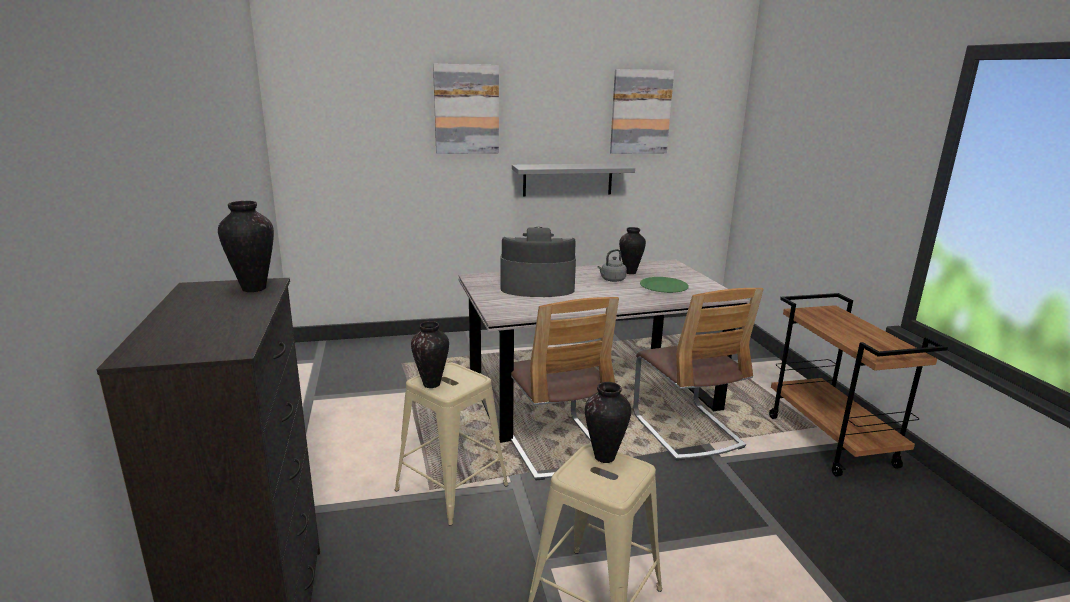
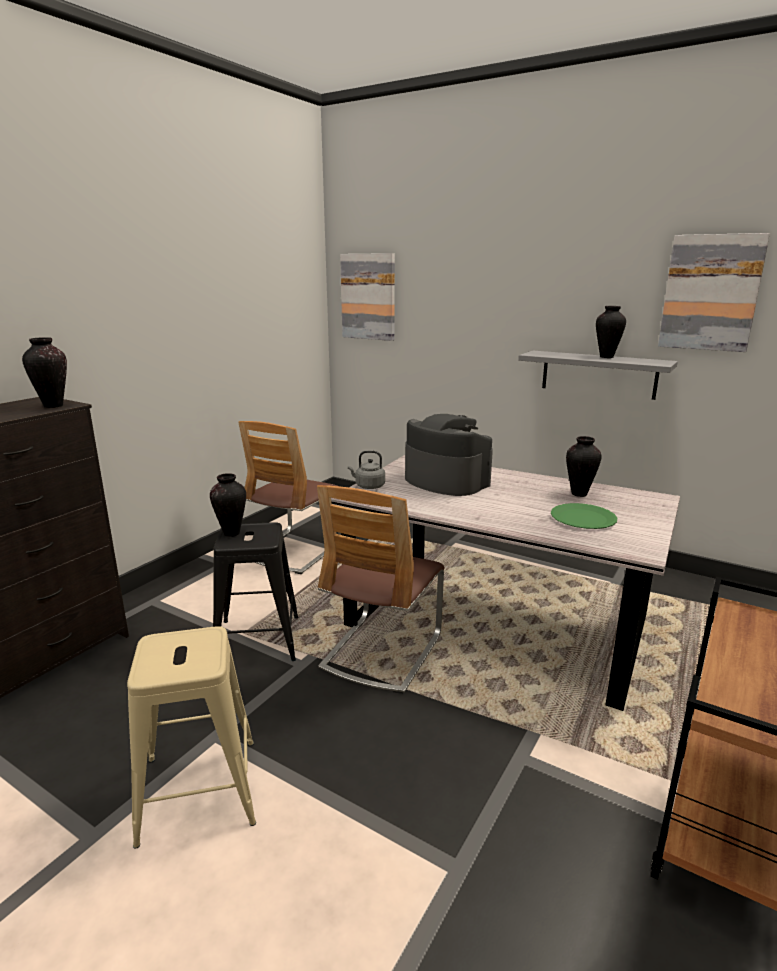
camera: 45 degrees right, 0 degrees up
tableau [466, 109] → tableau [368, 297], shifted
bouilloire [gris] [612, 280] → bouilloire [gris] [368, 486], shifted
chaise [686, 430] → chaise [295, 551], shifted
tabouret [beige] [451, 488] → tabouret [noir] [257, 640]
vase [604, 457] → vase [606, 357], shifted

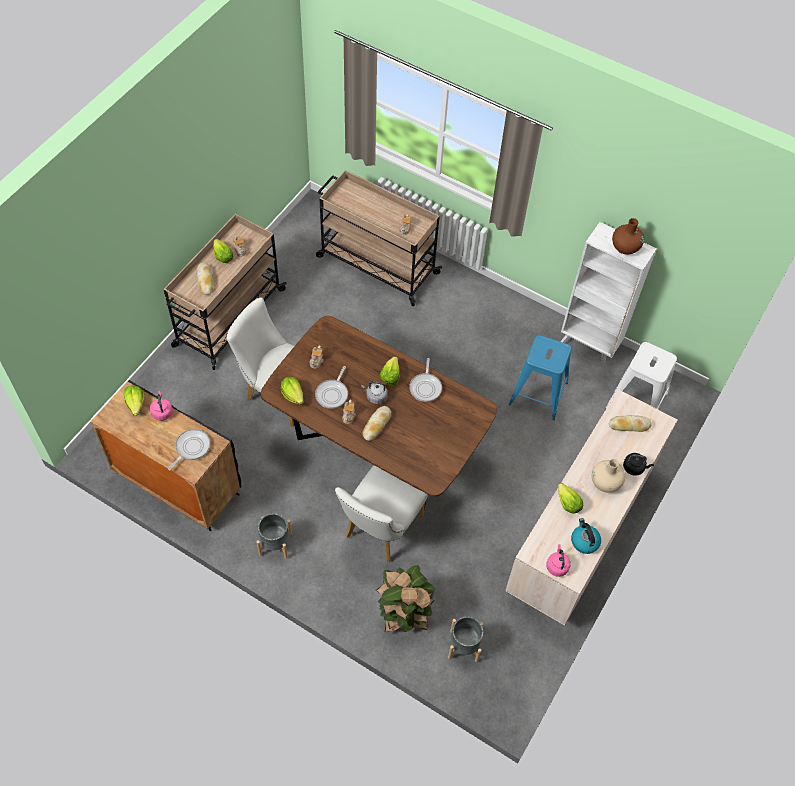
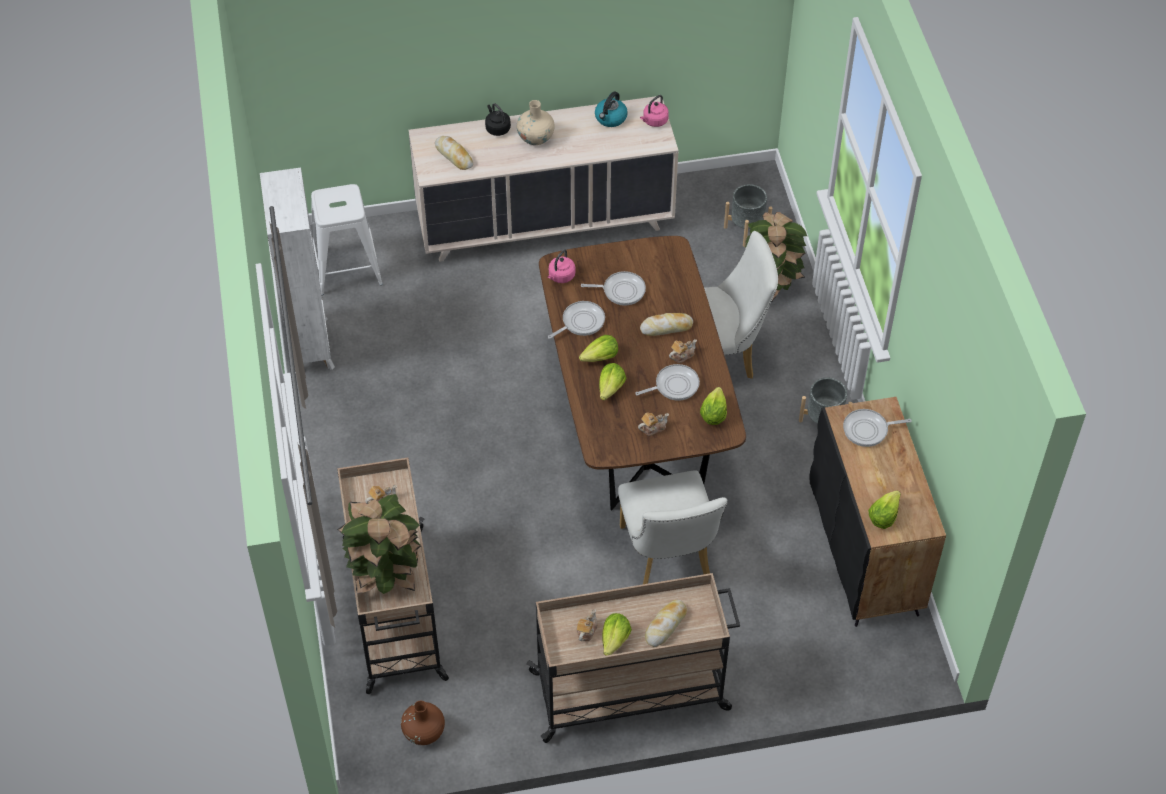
camera: 130 degrees left, 5 degrees down
vase [marron] [625, 247] → vase [marron] [424, 732], shifted
tabouret [bleu] [538, 393] → -
bouilloire [gris] [375, 396] → -
bouilloire [rose] [162, 412] → bouilloire [rose] [561, 277], shifted
laitue [567, 503] → laitue [611, 388], shifted
- → poêle [621, 290]
- → plante en pot [385, 574]

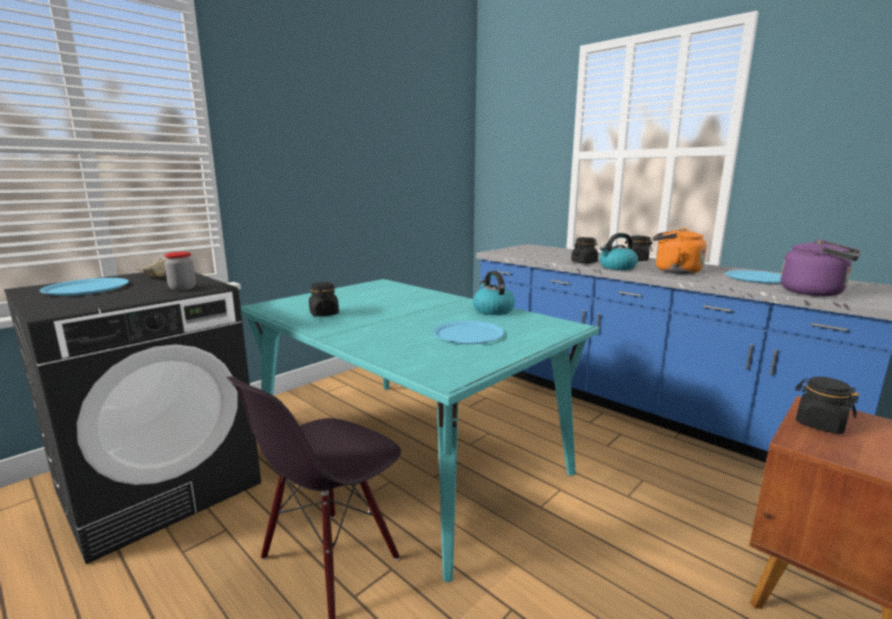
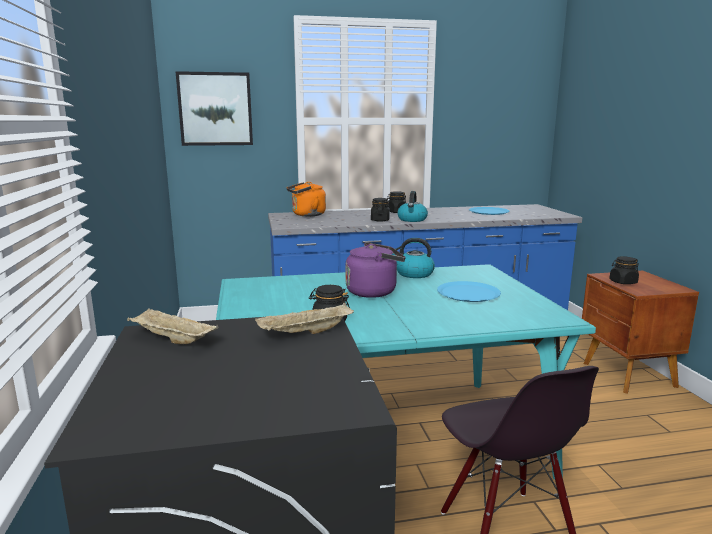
camera: 55 degrees left, 0 degrees up
bouilloire [orange] [674, 271] → bouilloire [orange] [306, 215], shifted
bouilloire [violet] [815, 292] → bouilloire [violet] [374, 292], shifted
bocal [182, 288] → plateau [beige] [305, 333]
assiette [bleu] [86, 288] → -
- → tableau [215, 109]

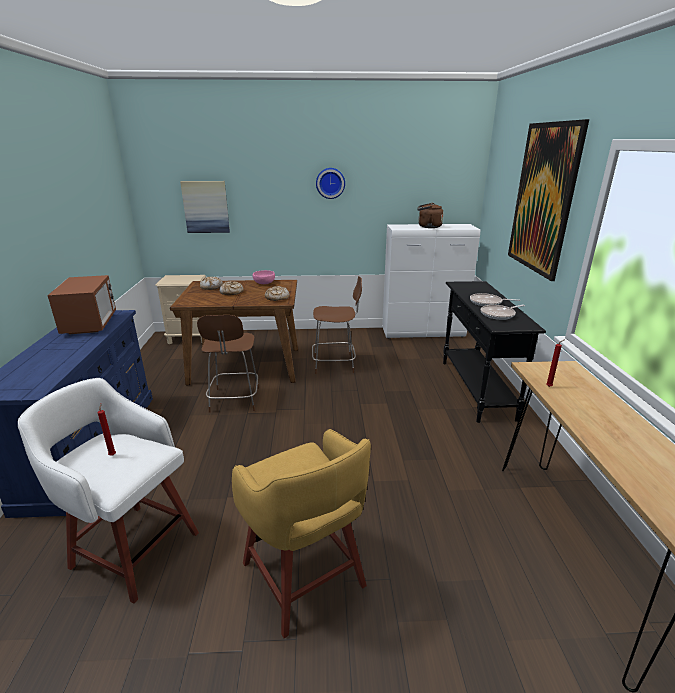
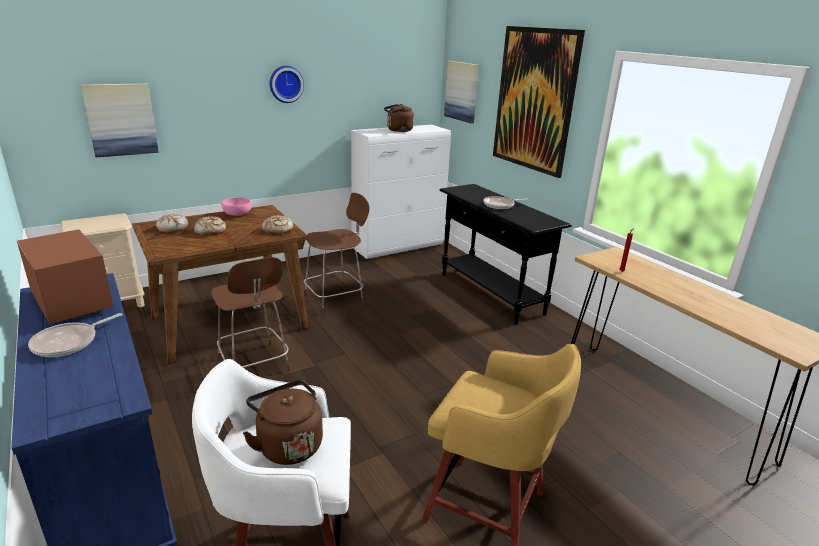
camera: 30 degrees left, 0 degrees up
poêle [499, 314] → poêle [69, 342], shifted
bougie [rouge] [113, 454] → bouilloire [marron] [287, 444]
- → tableau [462, 91]

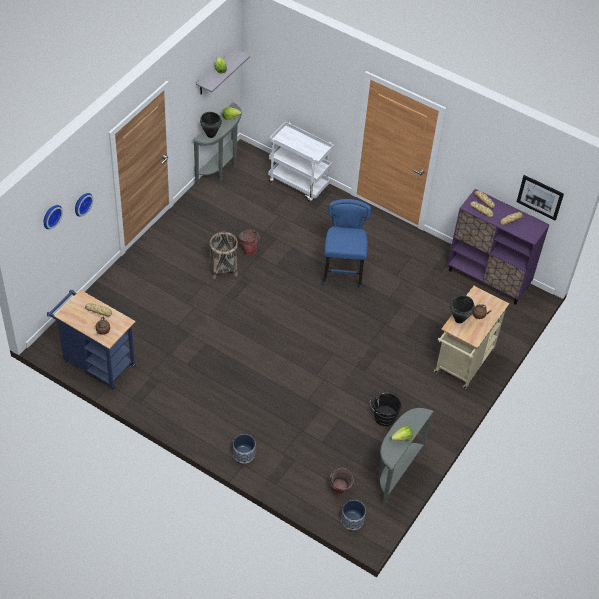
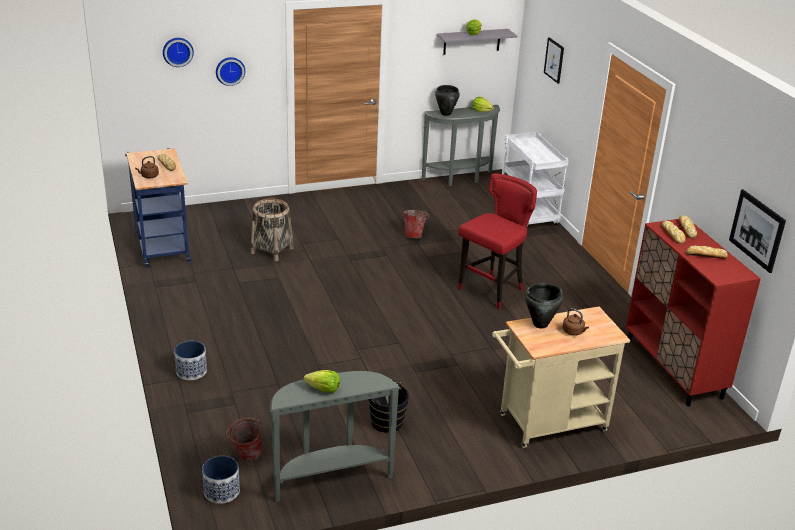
camera: 40 degrees right, 20 degrees down
meuble de rangement [violet] [488, 279] → meuble de rangement [rouge] [674, 368]
tabouret [bleu] [342, 274] → tabouret [rouge] [491, 291]
panier [223, 267] → panier [272, 250], shifted
- → tableau [554, 60]

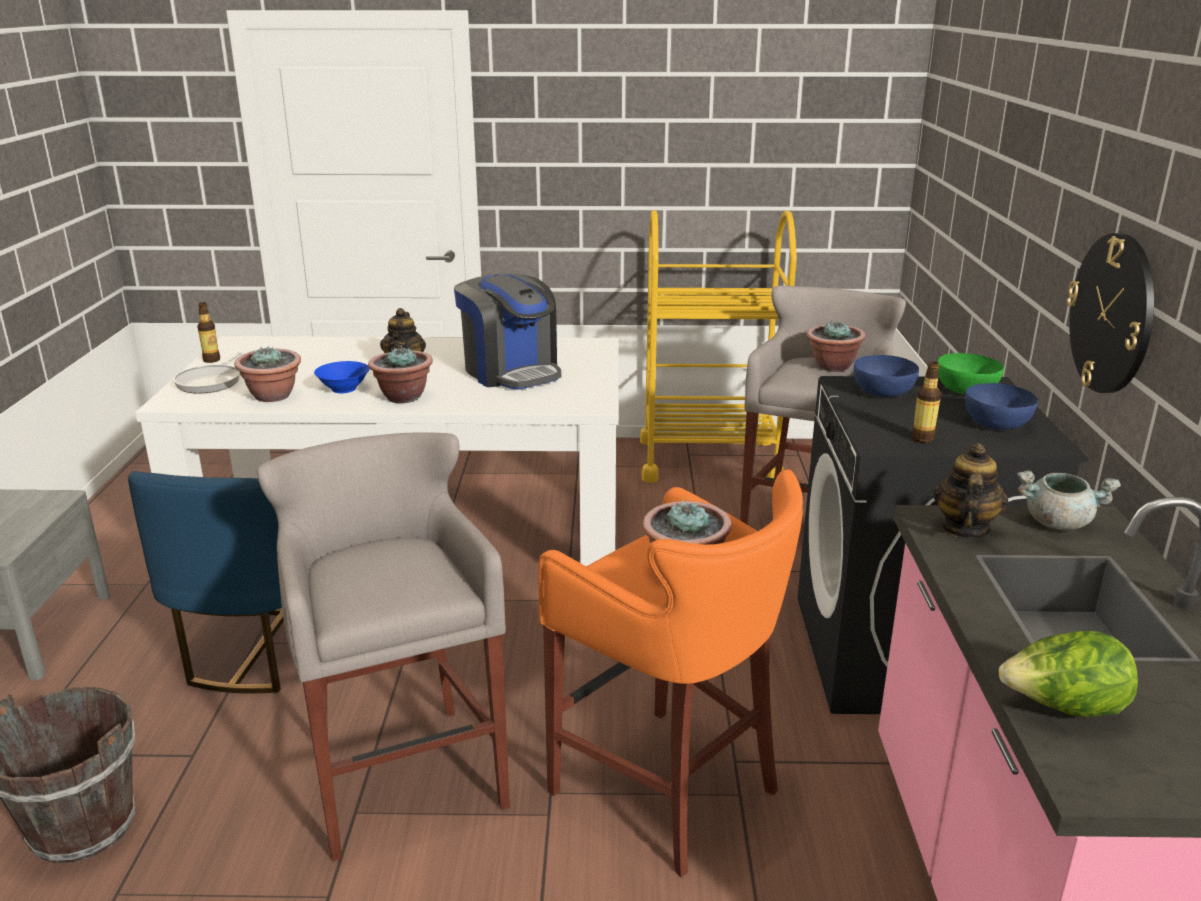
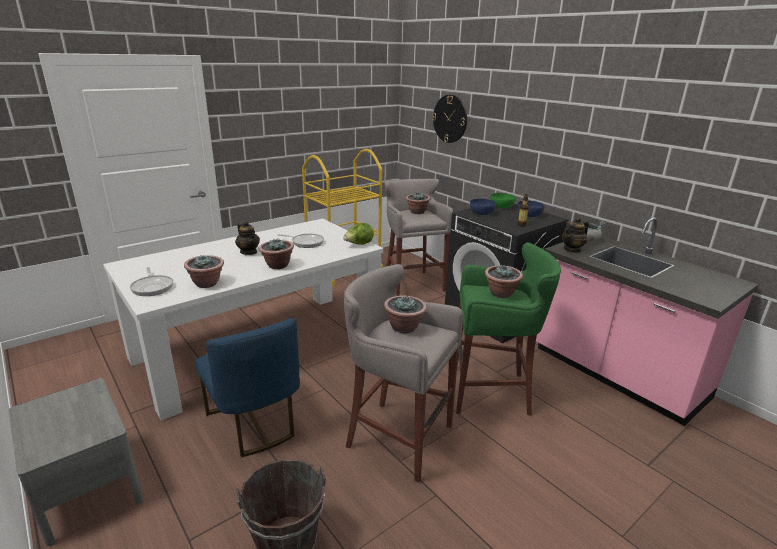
camera: 40 degrees left, 0 degrees up
horloge murale [1112, 314] → horloge murale [450, 119], shifted
machine à café [511, 372] → poêle [305, 242]
bouteille [212, 360] → -
bol [bleu] [344, 389] → -
théière [964, 528] → théière [572, 249], 105 degrees counterclockwise
tabouret [orange] [670, 791] → tabouret [vert] [492, 391]
laitue [1062, 709] → laitue [358, 244], shifted
- → plante en pot [404, 327]

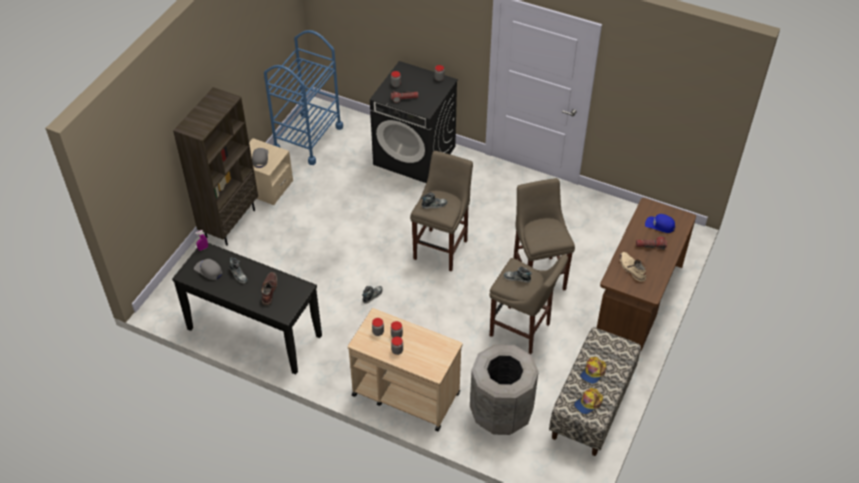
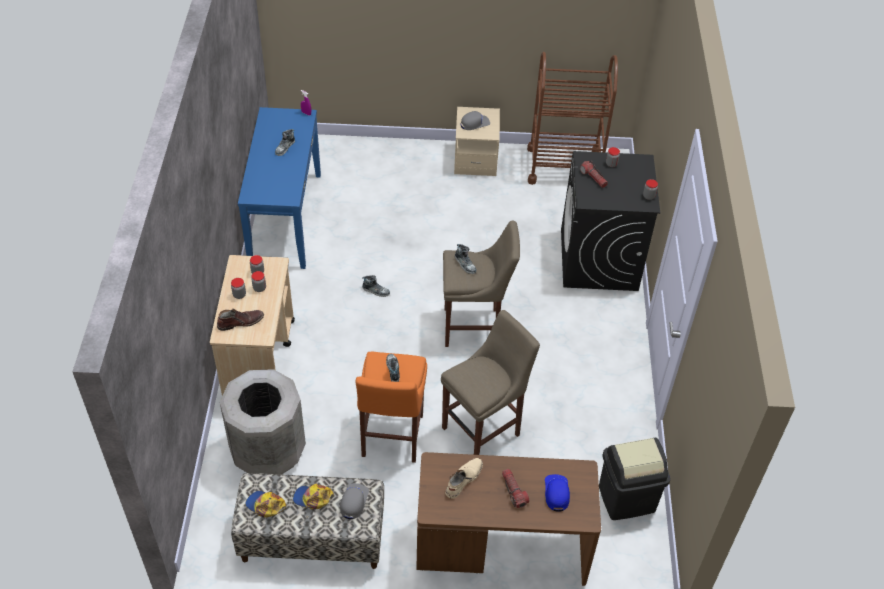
camera: 65 degrees right, 0 degrees up
chariot [bleu] [308, 138] → chariot [marron] [564, 166]
bibliothèque [marron] [230, 223] → -
table console [noir] [254, 332] → table console [bleu] [285, 218]
tabouret [beige] [522, 331] → tabouret [orange] [391, 439]
casquette [gris] [208, 270] → casquette [gris] [353, 501], shifted
botte [marron] [269, 290] → botte [marron] [240, 322], shifted
- → poubelle [noir] [626, 498]

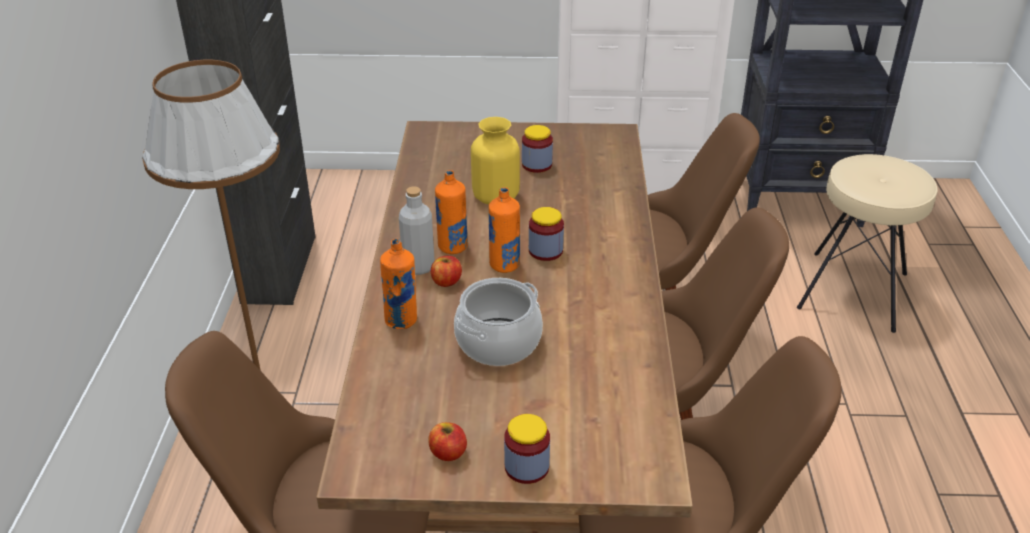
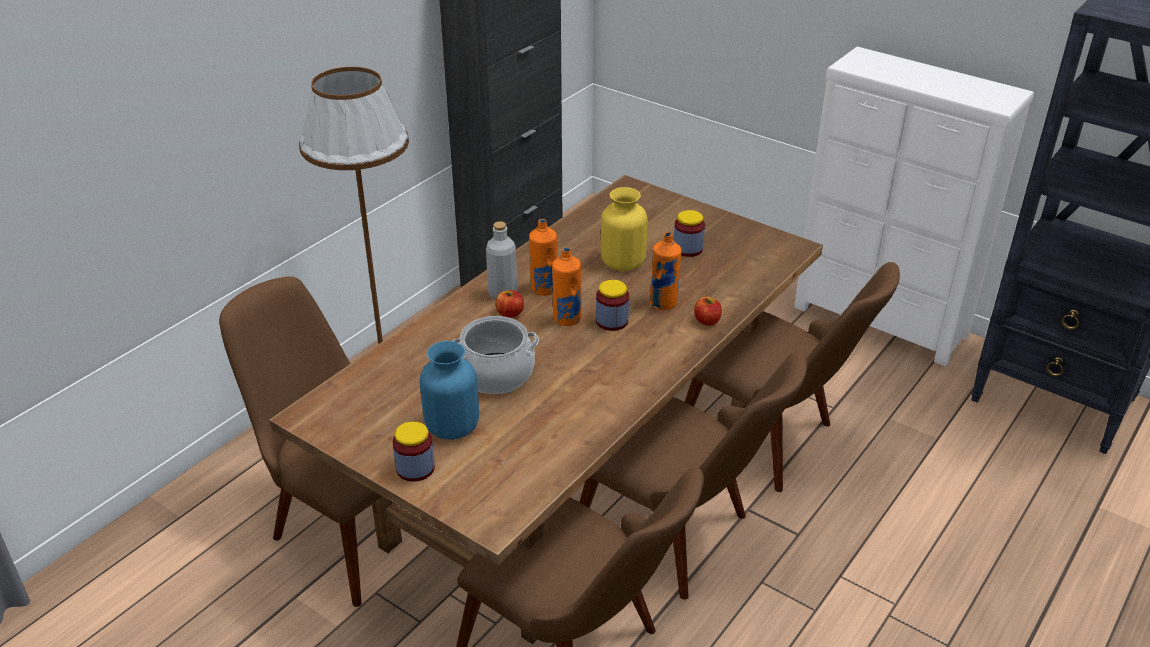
camera: 35 degrees right, 0 degrees up
tabouret [beige] [854, 291] → -
bouteille [orange] [401, 320] → bouteille [orange] [663, 303], shifted
pomme [448, 453] → pomme [707, 321], shifted
- → vase [bleu] [452, 426]

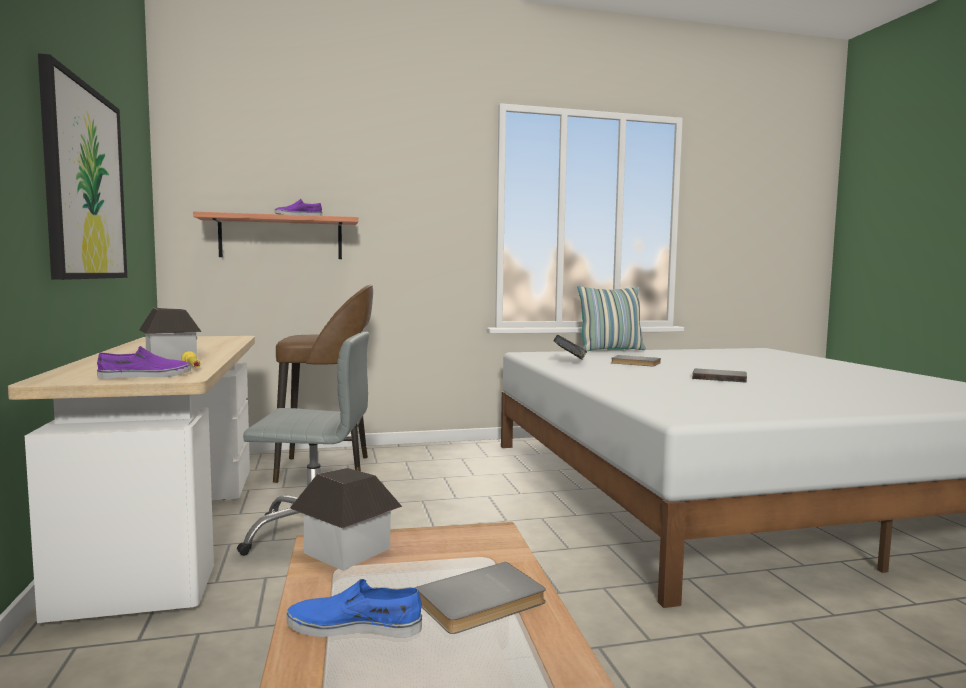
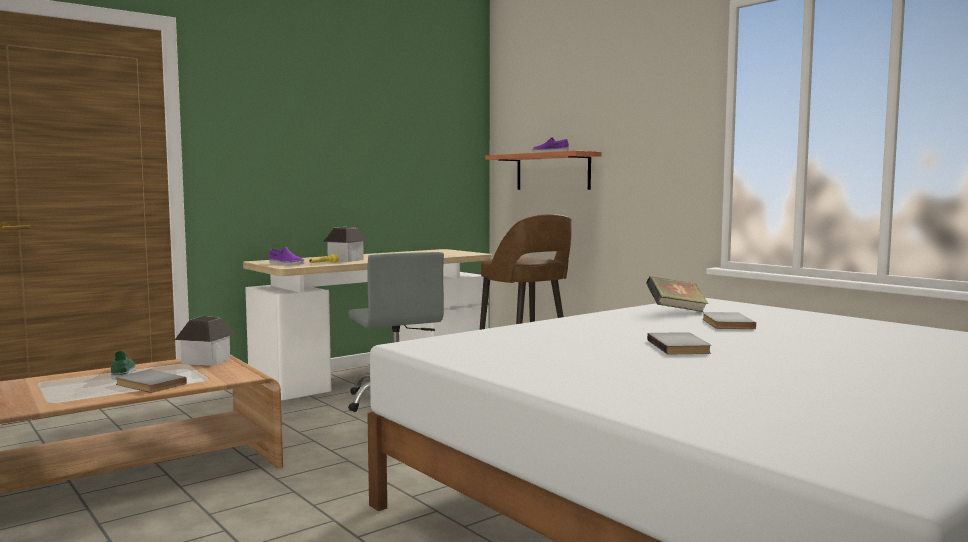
camera: 65 degrees right, 0 degrees up
tableau [84, 183] → -
coussin [610, 350] → -
chaussure [bleu] [355, 626] → chaussure [vert] [122, 373]

